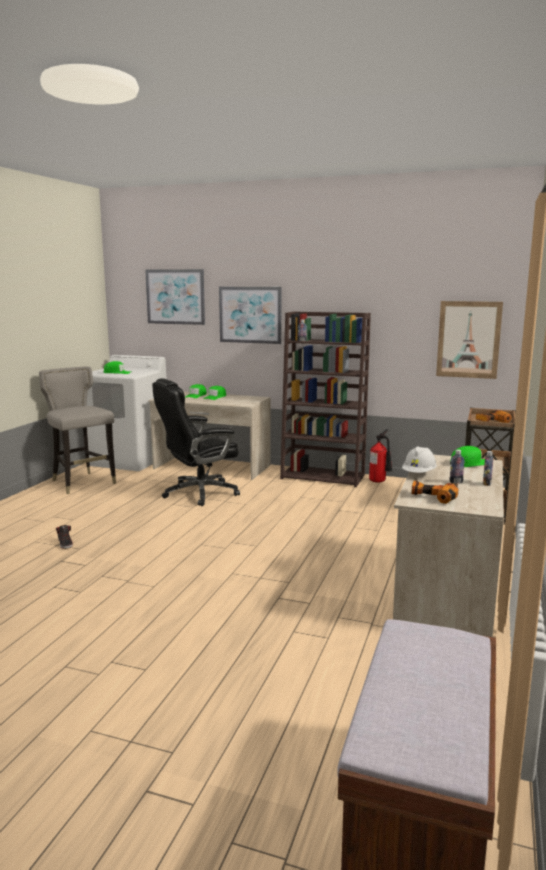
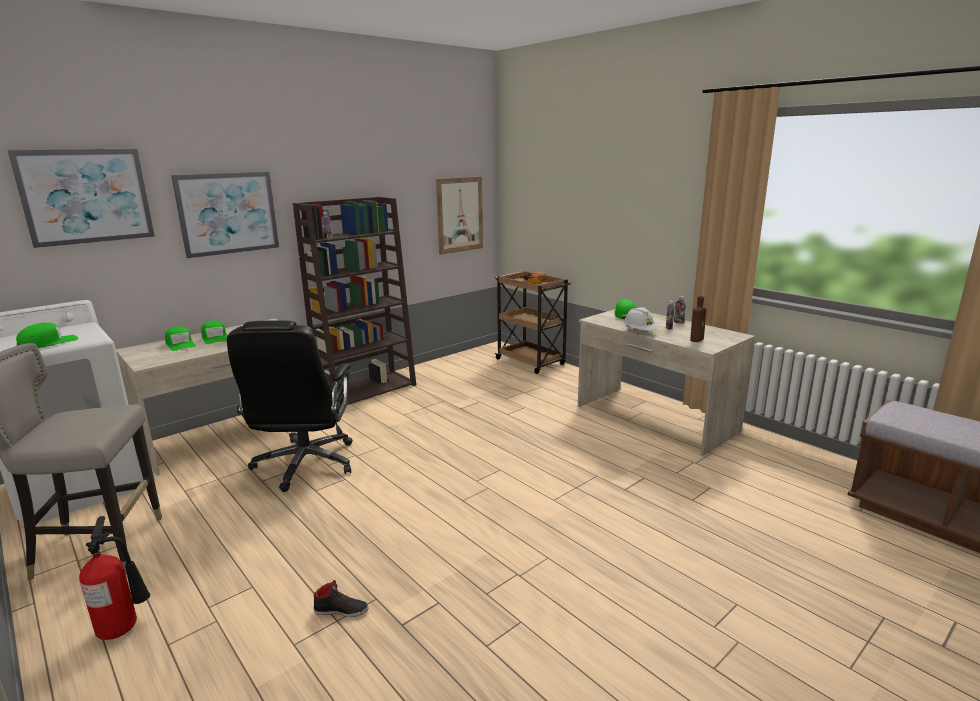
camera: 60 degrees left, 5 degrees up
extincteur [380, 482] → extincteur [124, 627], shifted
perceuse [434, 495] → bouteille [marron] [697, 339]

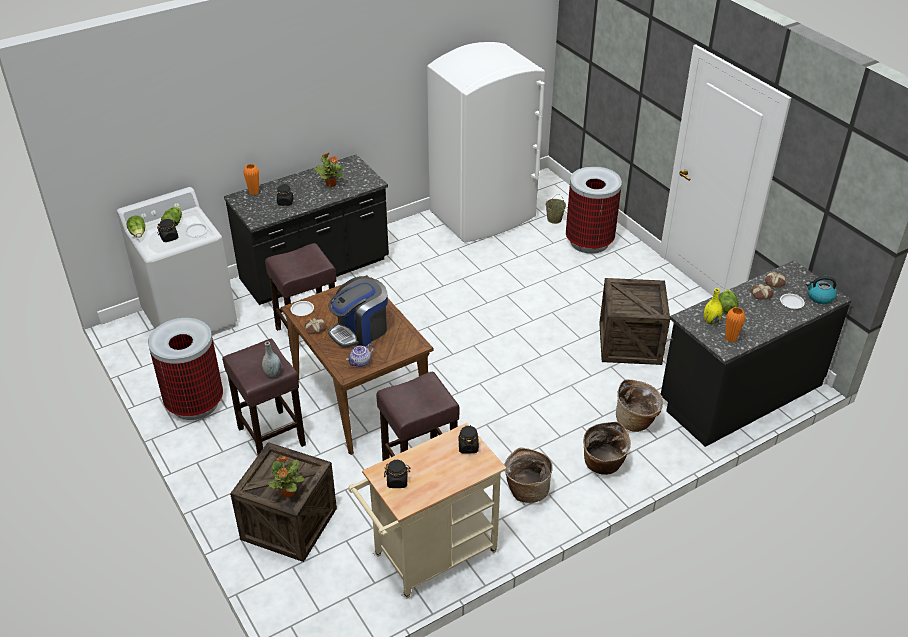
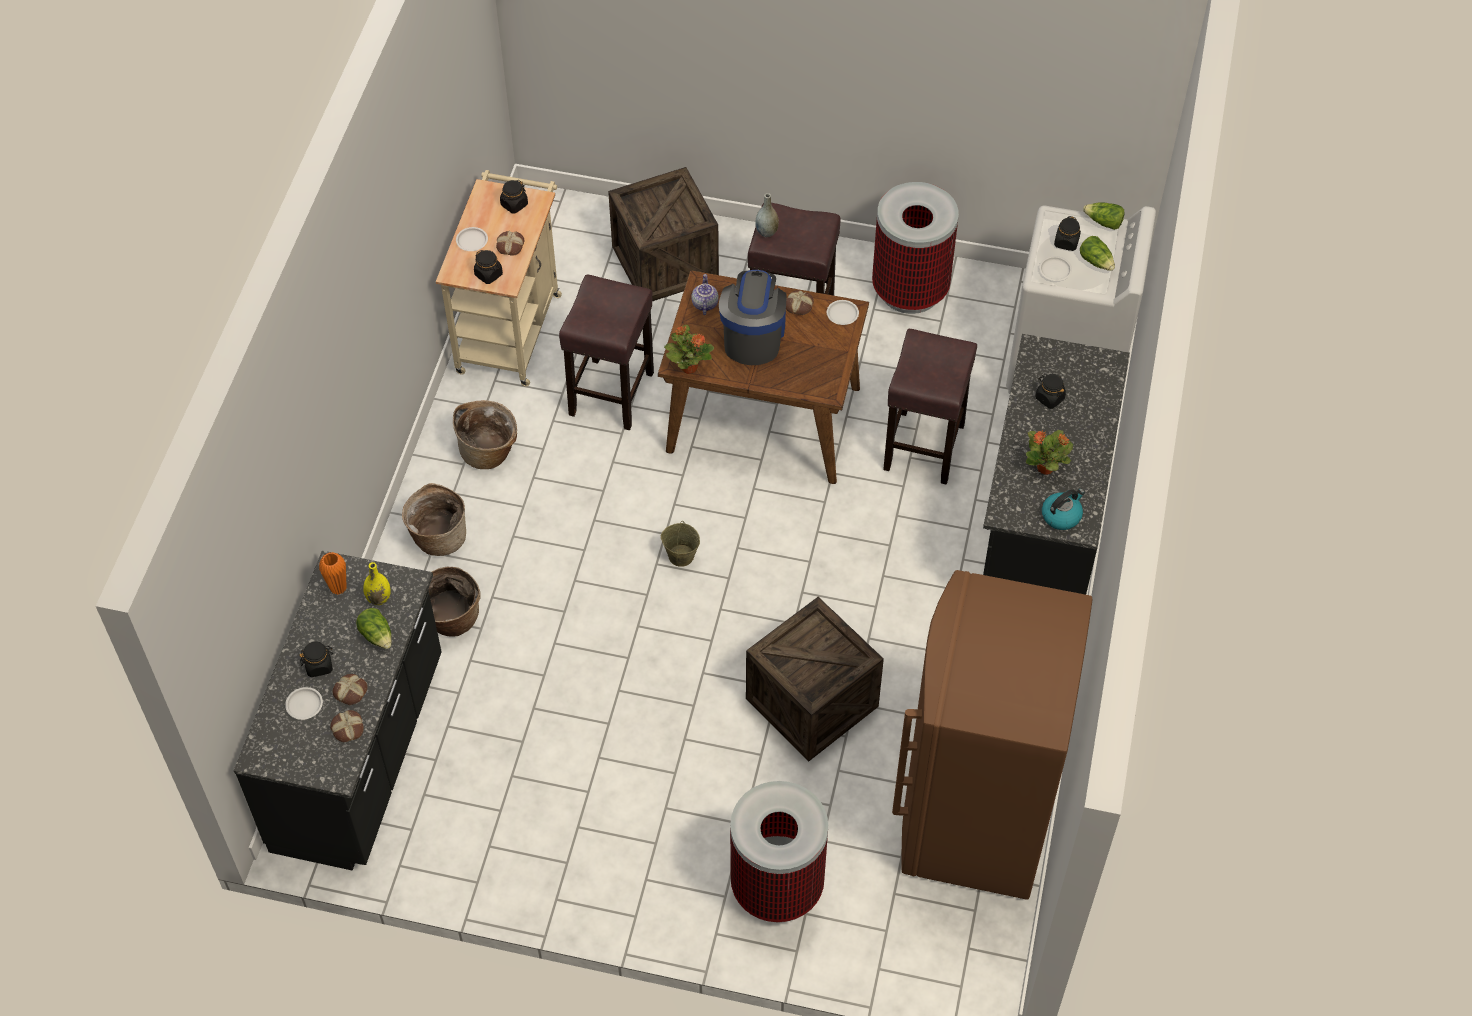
camera: 135 degrees right, 15 degrees up
réfrigérateur [blanc] [483, 215] → réfrigérateur [marron] [974, 815]
vase [orange] [254, 192] → -
seau [beige] [554, 219] → seau [beige] [680, 555], shifted
bouilloire [819, 297] → bouilloire [1061, 515], shifted
caisse [630, 343] → caisse [812, 702], shifted
plante en pot [288, 493] → plante en pot [688, 367], shifted
- → assiette [blanc] [472, 241]
- → pain [510, 245]
- → bocal [noir] [319, 665]

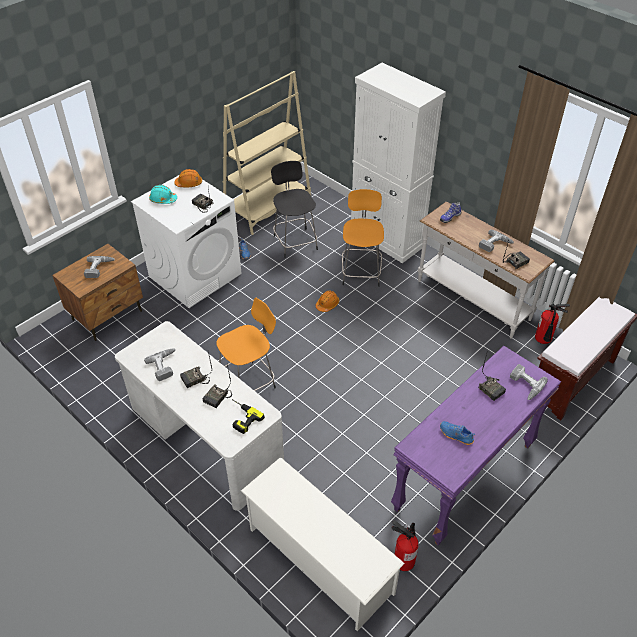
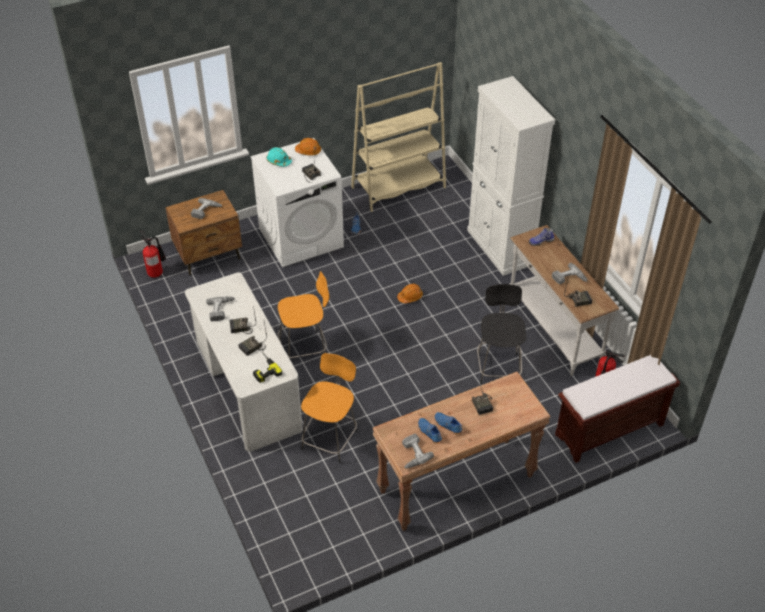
camera: 20 degrees right, 0 degrees up
tabouret [noir] [295, 241] → tabouret [noir] [498, 367], shifted
tabouret [orange] [361, 271] → tabouret [orange] [330, 438], shifted
table console [violet] [464, 478] → table console [marron] [456, 484]
perceuse [524, 385] → perceuse [412, 454], shifted
étagère à chaussures [blanc] [319, 560] → -
extincteur [404, 559] → extincteur [156, 272], shifted
- → chaussure [bleu] [447, 426]

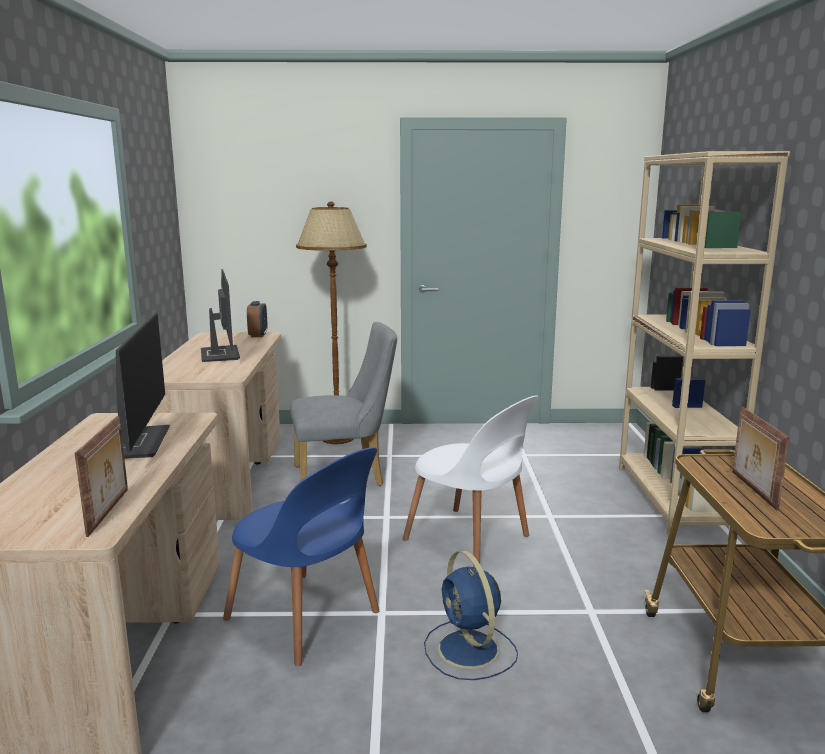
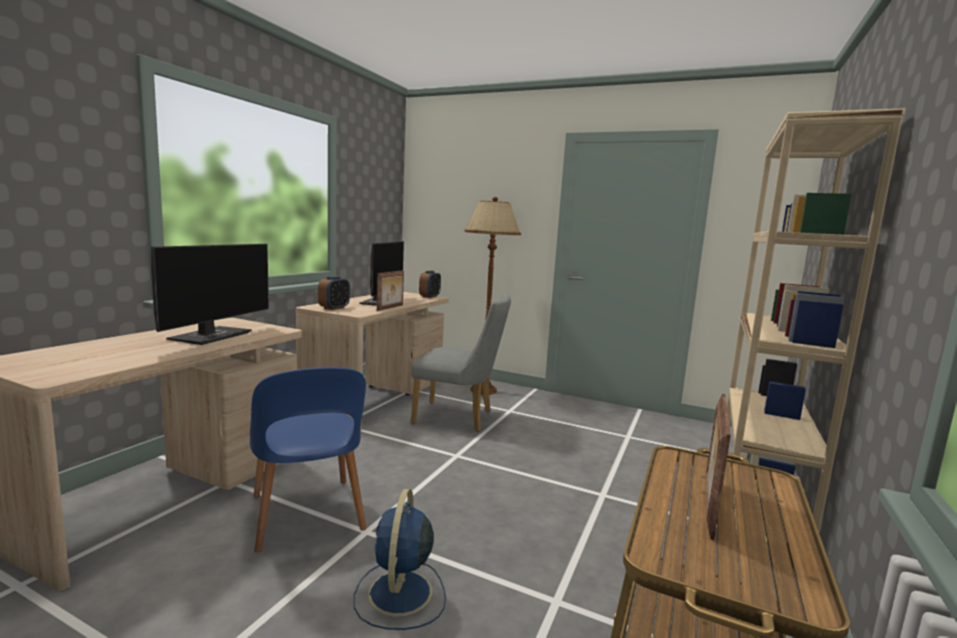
camera: 25 degrees right, 5 degrees down
chaise [blanc] [470, 540] → -
cadre photo [110, 511] → cadre photo [391, 308], shifted
- → réveil [334, 308]

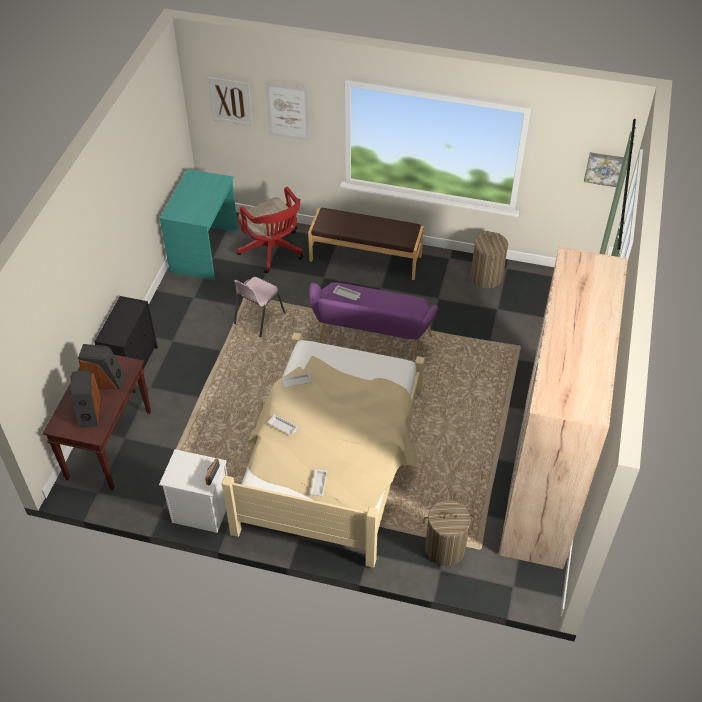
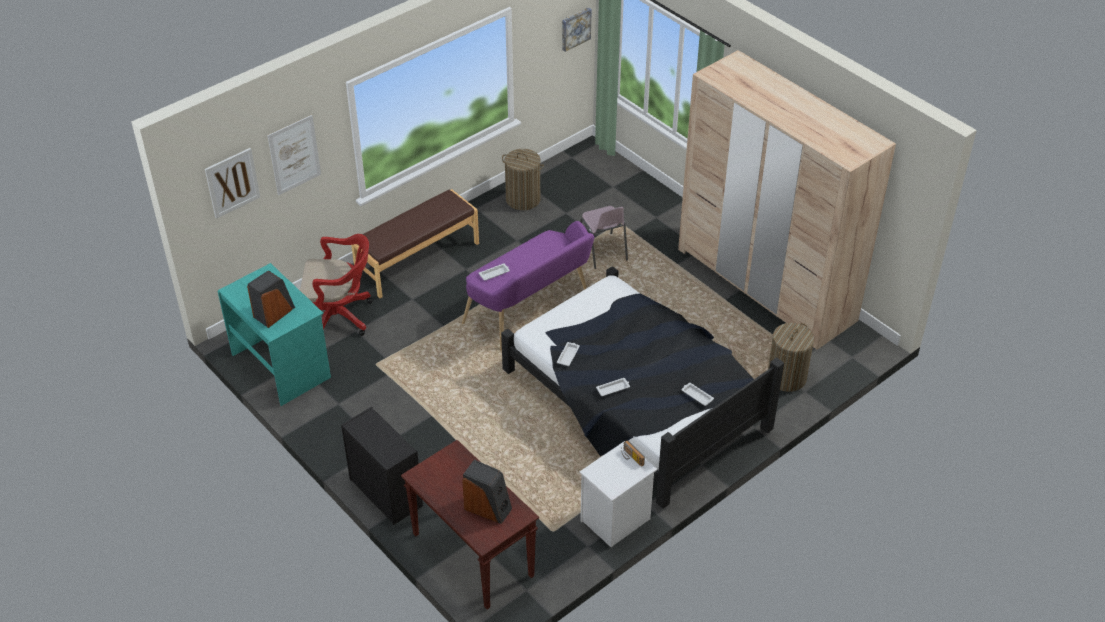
camera: 55 degrees left, 5 degrees down
chaise [rose] [258, 318] → chaise [rose] [602, 251], shifted
lit [beige] [333, 459] → lit [noir] [635, 400]
enceinte [105, 380] → enceinte [274, 313], shifted

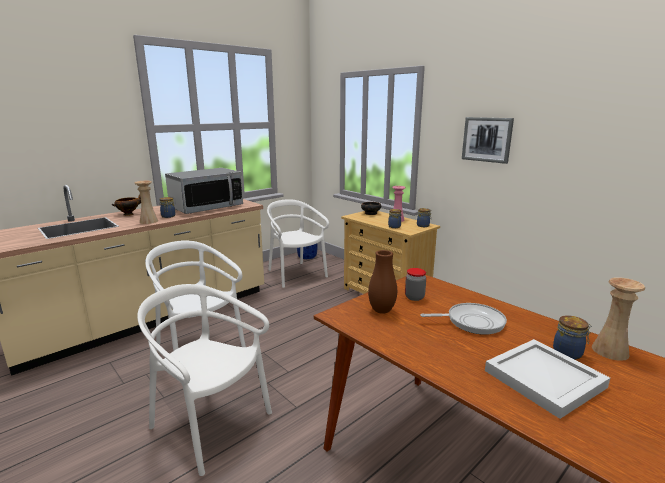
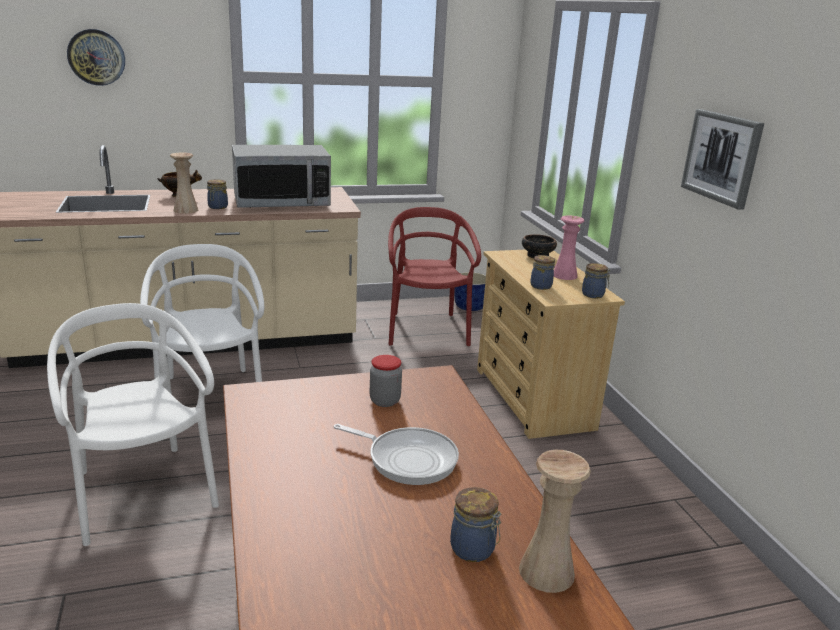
camera: 25 degrees right, 5 degrees up
chaise [blanc] [295, 274] → chaise [rouge] [426, 330]
vase [marron] [381, 311] → -
plateau [blanc] [543, 377] → -
- → horloge murale [96, 57]

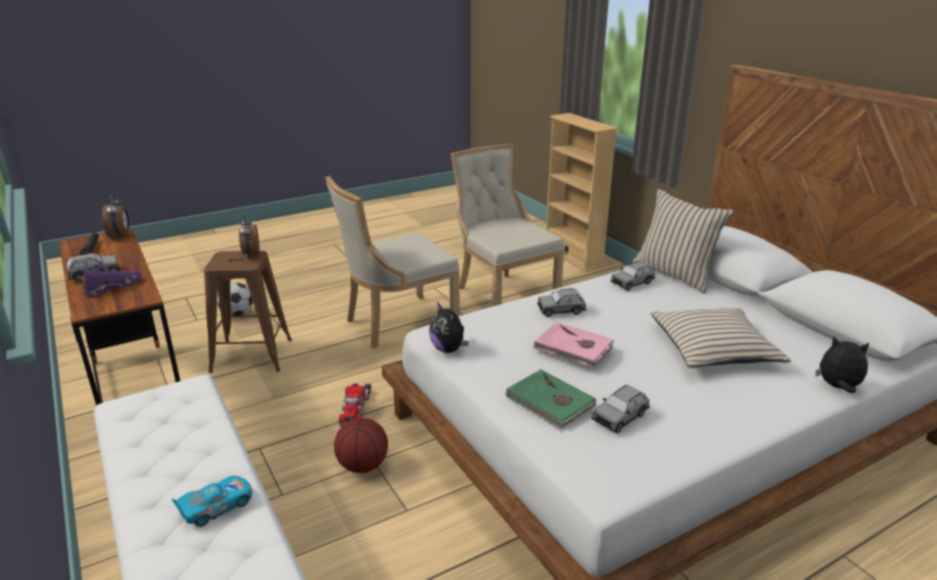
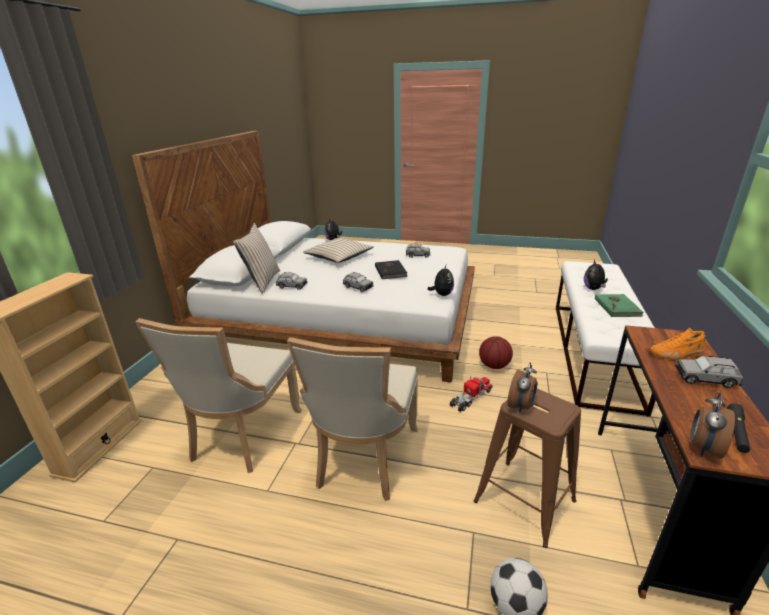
camera: 135 degrees left, 0 degrees up
chaise [beige] [396, 324] → chaise [beige] [364, 459], 90 degrees clockwise
chaussure [violet] [113, 287] → chaussure [orange] [676, 354]
livre [rose] [573, 348] → livre [noir] [391, 271]
livre [vert] [549, 402] → livre [vert] [618, 307], shifted
petite voiture [216, 507] → peluche [593, 289]

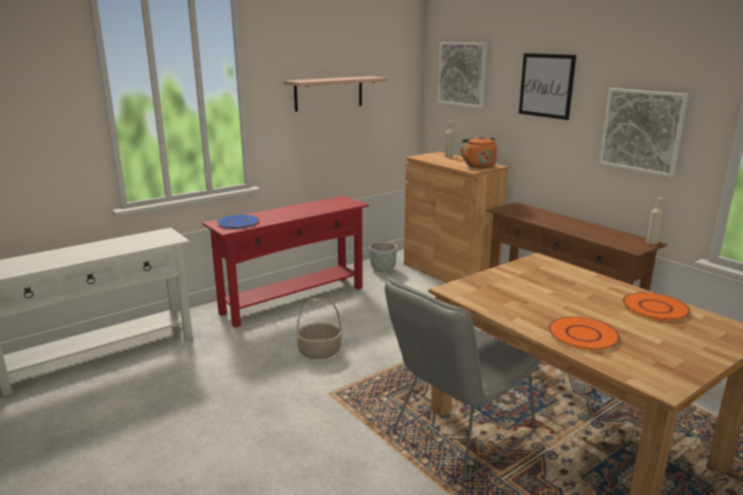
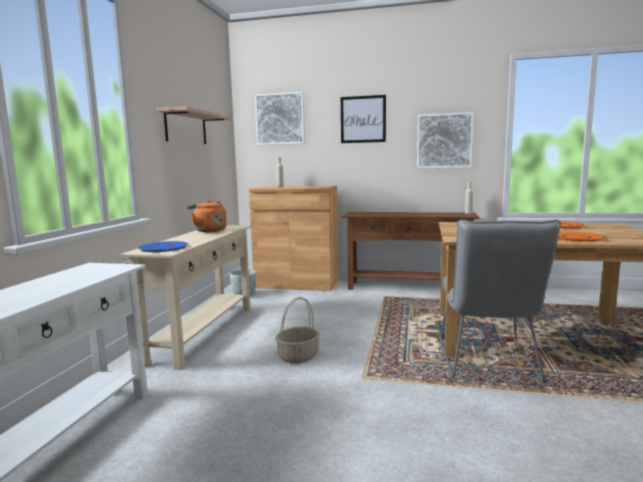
camera: 40 degrees left, 10 degrees down
bouilloire [orange] [478, 165] → bouilloire [orange] [209, 230], shifted
table console [rouge] [293, 300] → table console [beige] [203, 333]

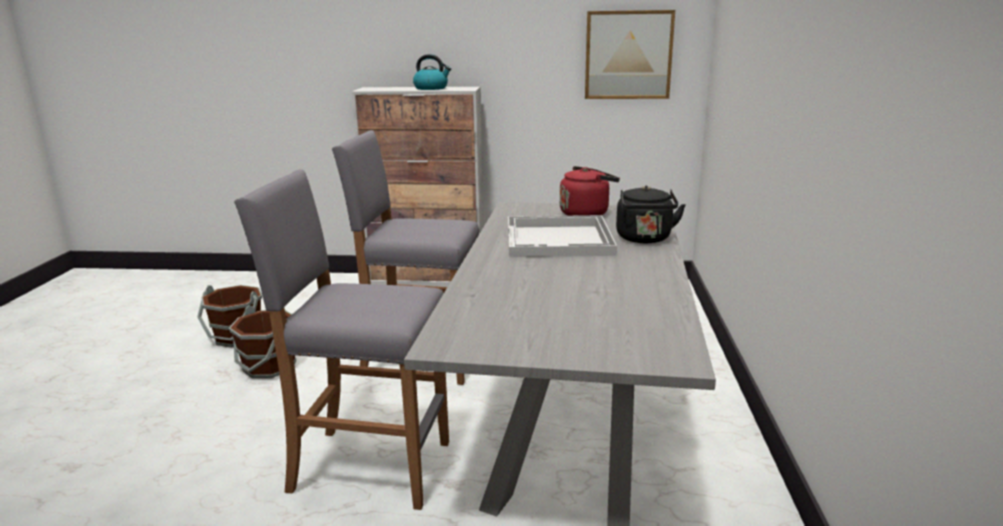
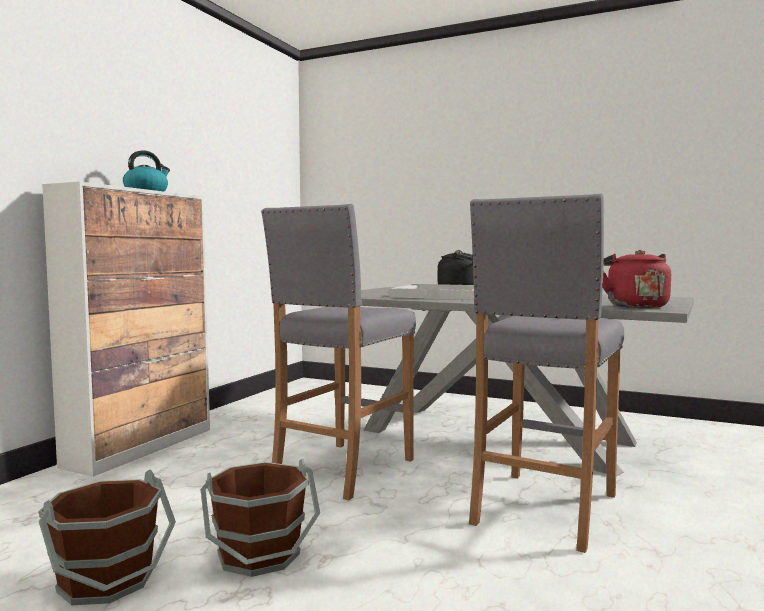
camera: 70 degrees left, 15 degrees down
tableau [628, 55] → -
bouilloire [rouge] [586, 213] → bouilloire [rouge] [634, 306], shifted

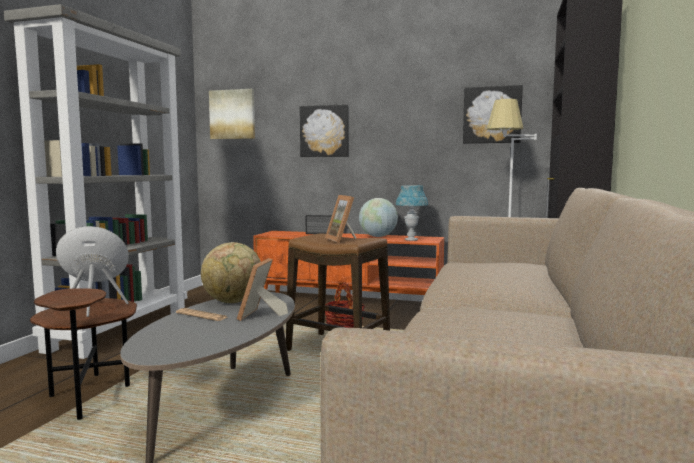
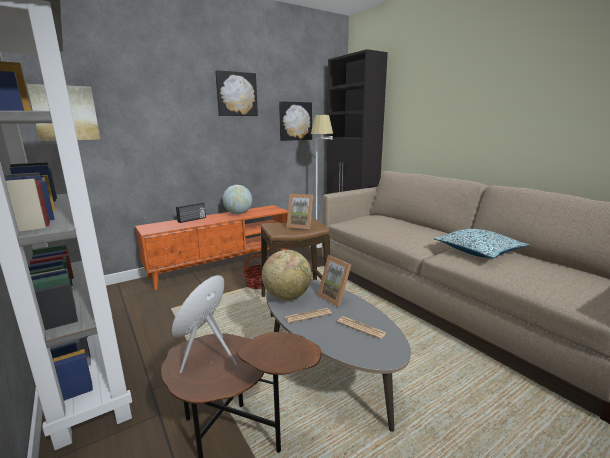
camera: 50 degrees left, 10 degrees up
tableau [325, 131] → tableau [236, 94], shifted
lampe de table [bleu] [411, 240] → -
- → coussin [478, 251]
- → journal [361, 328]

